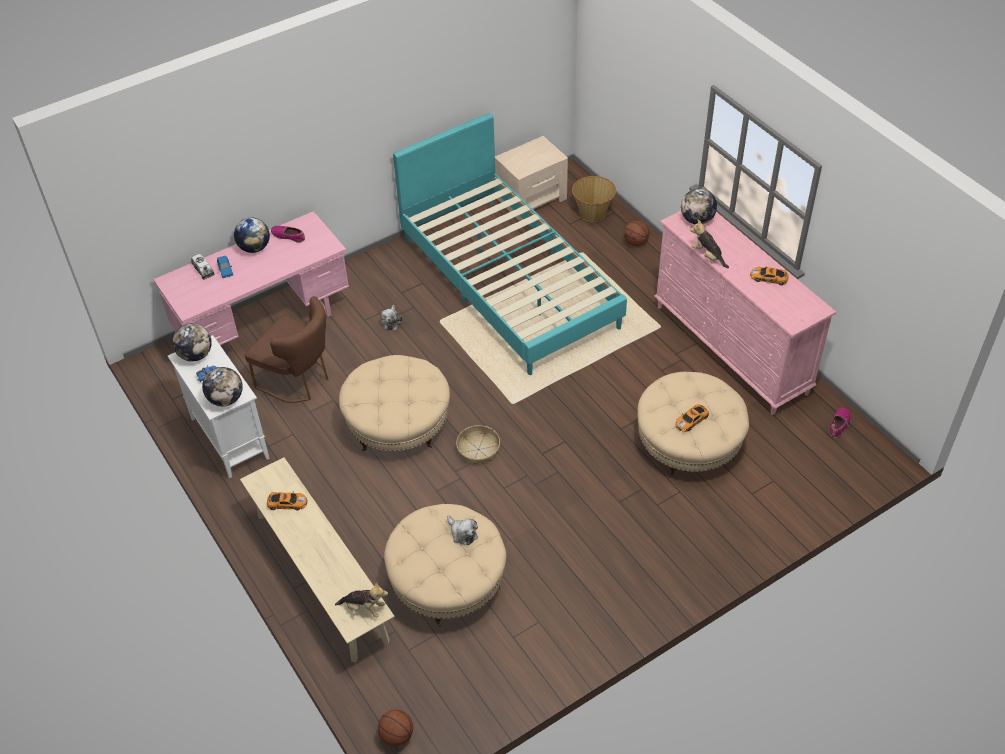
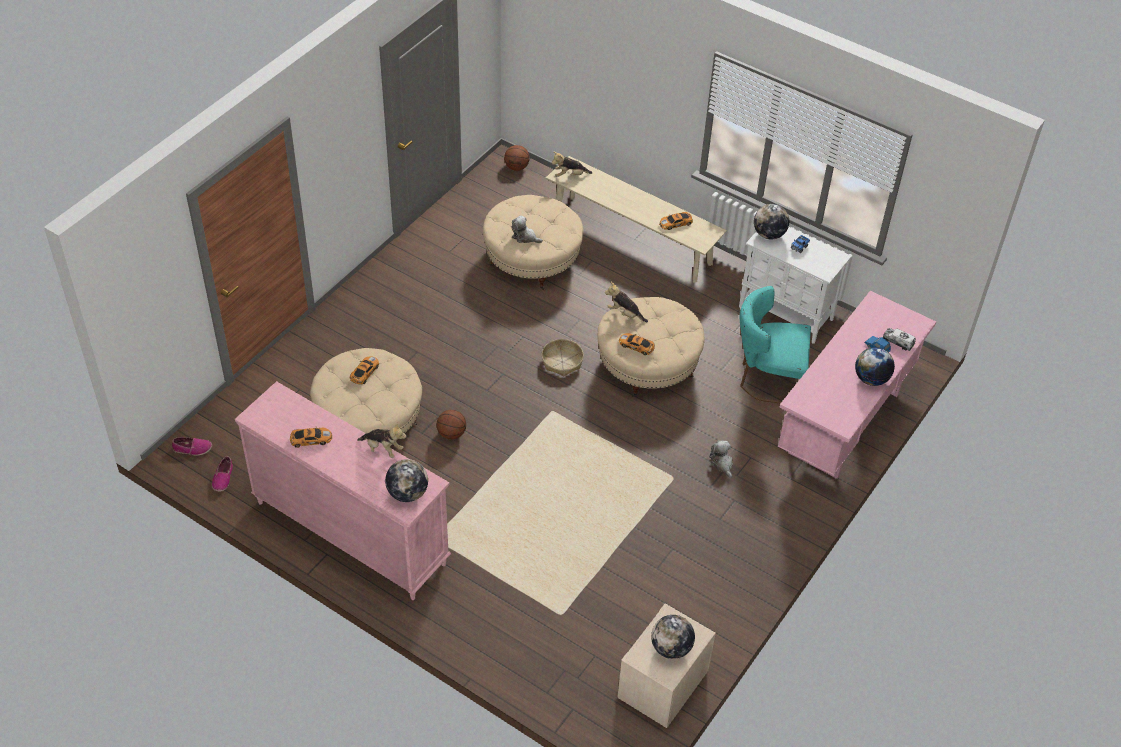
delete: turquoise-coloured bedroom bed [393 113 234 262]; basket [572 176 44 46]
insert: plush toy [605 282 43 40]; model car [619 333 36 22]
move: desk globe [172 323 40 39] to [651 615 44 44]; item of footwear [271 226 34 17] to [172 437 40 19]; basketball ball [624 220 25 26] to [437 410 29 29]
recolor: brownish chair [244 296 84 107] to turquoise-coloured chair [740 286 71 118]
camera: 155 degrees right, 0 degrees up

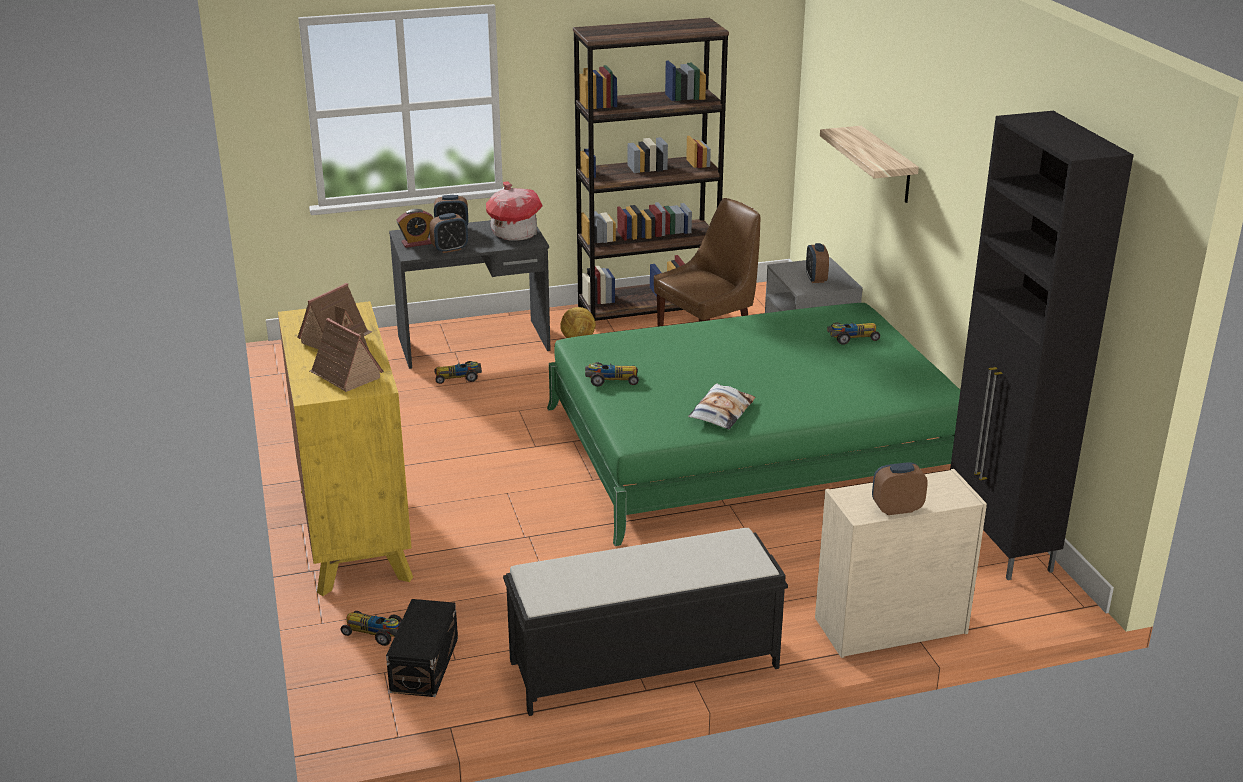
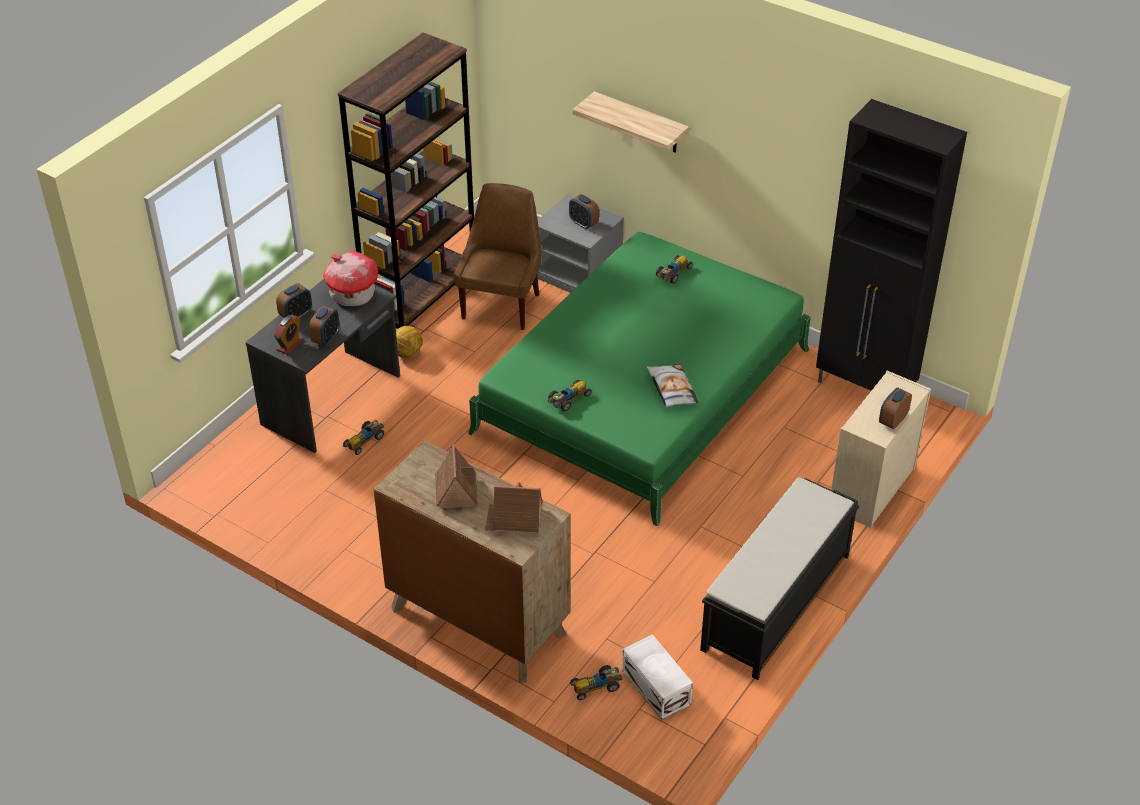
recolor: yellow-coloured drawer chest [278 301 135 295] to brownish drawer chest [374 441 197 242]; black storage bin [386 599 72 98] to white-coloured storage bin [622 634 71 86]
camera: 40 degrees left, 15 degrees up

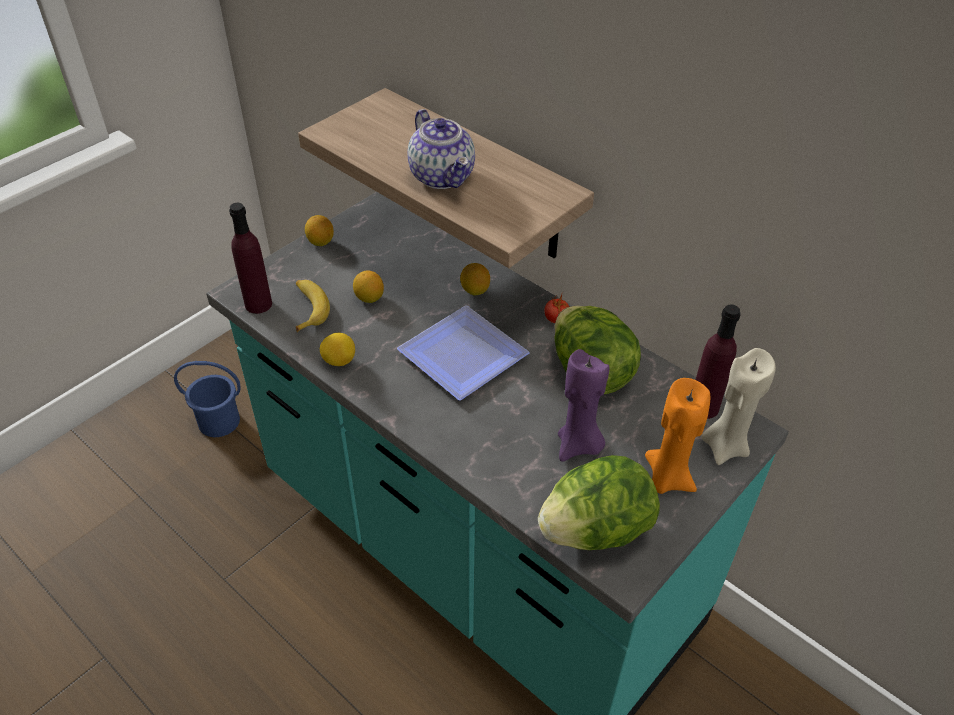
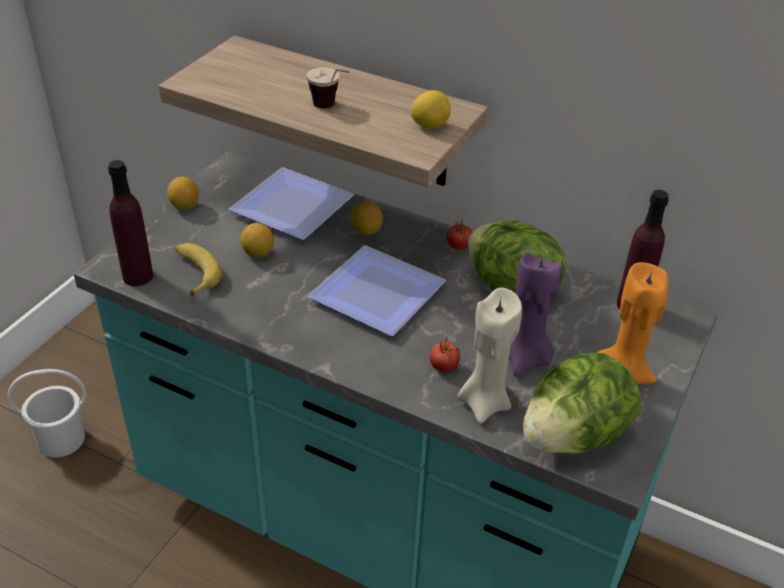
insert: flat dish [229 167 125 73]; whole tomato [430 337 30 35]
move: whole lemon [320 333 35 33] to [411 90 40 38]; beige-coloured wax candle [701 348 75 117] to [458 288 64 136]
replace: teapot [407 109 68 80] to cup [307 67 42 41]
recolor: bluish bucket [174 361 67 76] to white-coloured bucket [8 369 78 89]
camera: 15 degrees left, 5 degrees down

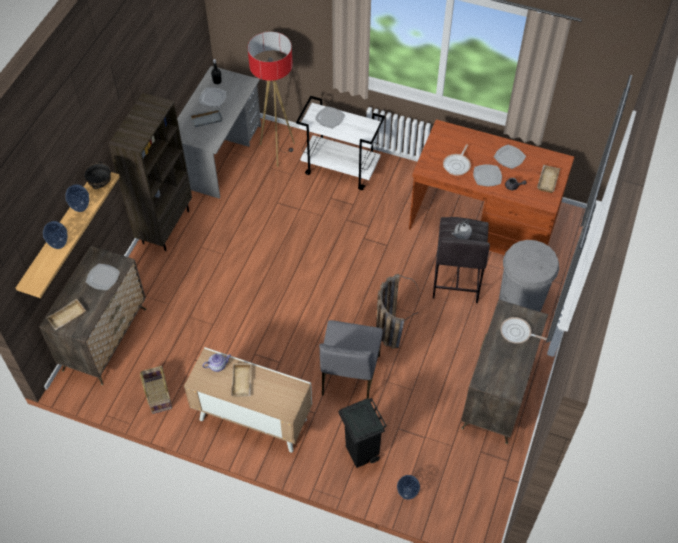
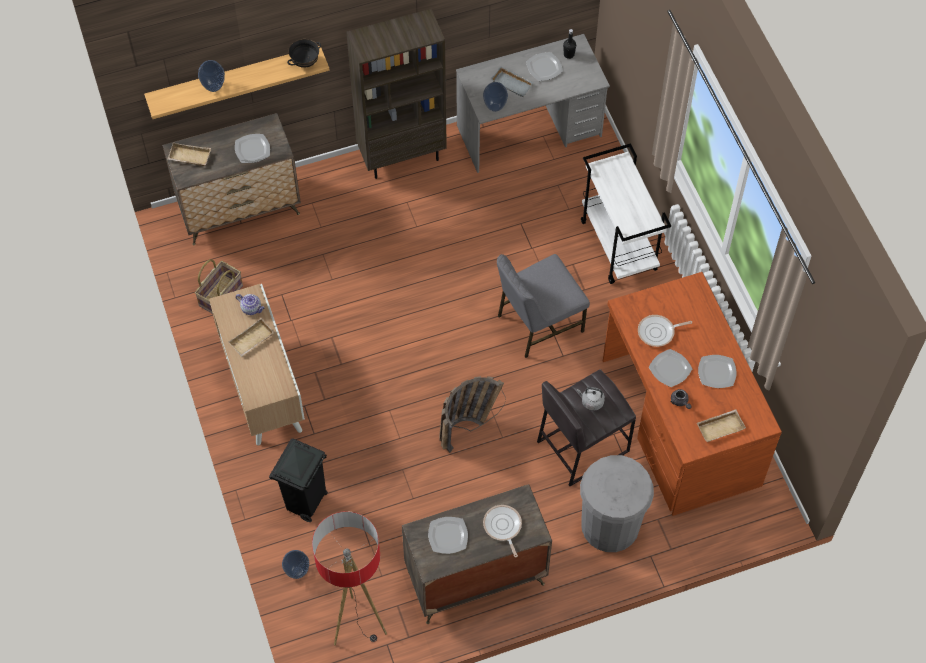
move: vase [65 184 24 28] to [483 82 25 30]; floor lamp [247 32 48 135] to [312 511 75 135]; flat dish [315 106 30 22] to [428 517 40 37]; greyish chair [319 320 64 79] to [497 254 93 104]
camera: 50 degrees right, 5 degrees up

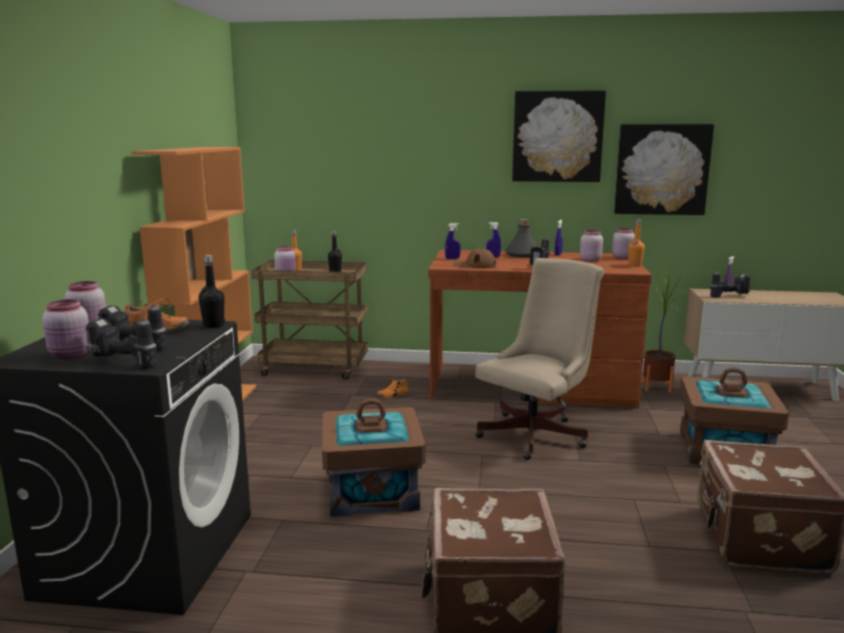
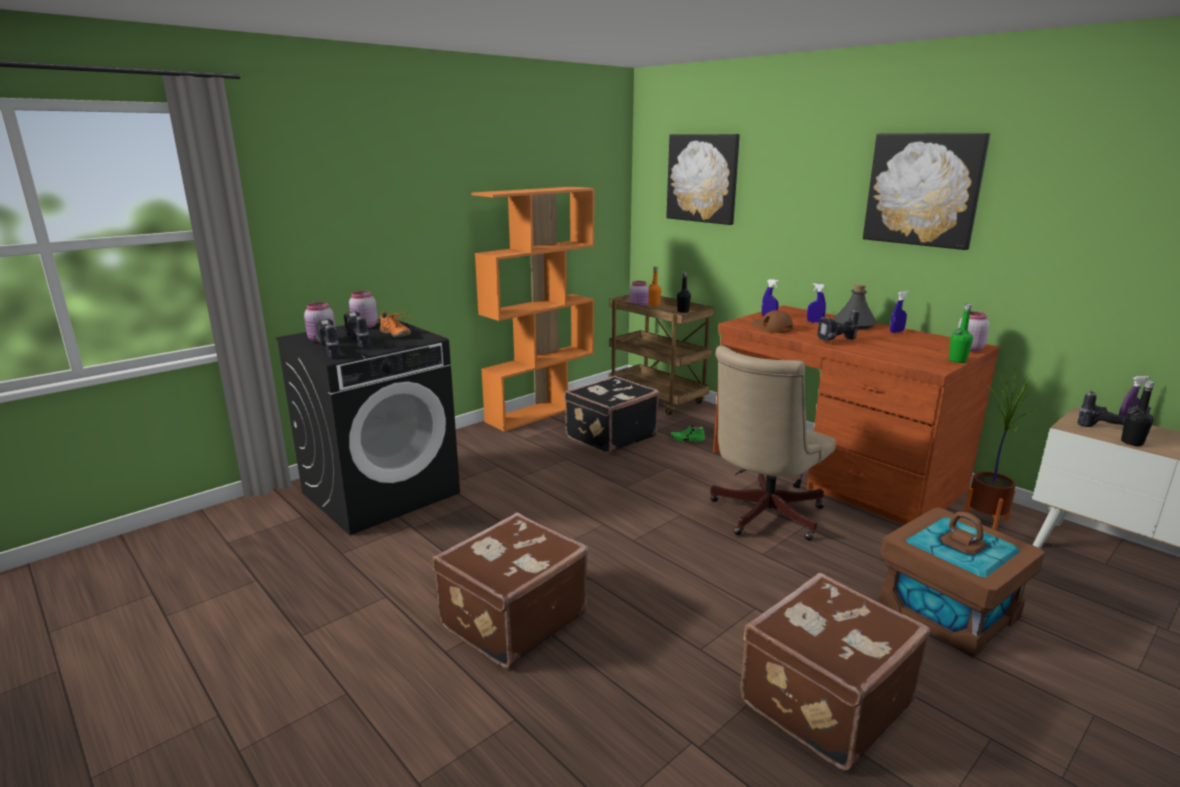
delete: brownish storage bin [322 399 104 118]; pinkish jar [580 230 23 32]
insert: black travel case [564 376 95 78]
move: black drink bottle [199 255 26 73] to [1121 381 34 65]; wall picture [614 124 100 91] to [666 134 74 91]
recolor: orange item of footwear [376 378 32 20] to green-coloured item of footwear [669 425 36 17]; orange drink bottle [628 219 17 48] to green-coloured drink bottle [949 304 24 59]
rotate: beige-coloured computer chair [475 258 129 202] = [710 345 126 196] 135 degrees clockwise
camera: 40 degrees right, 5 degrees up

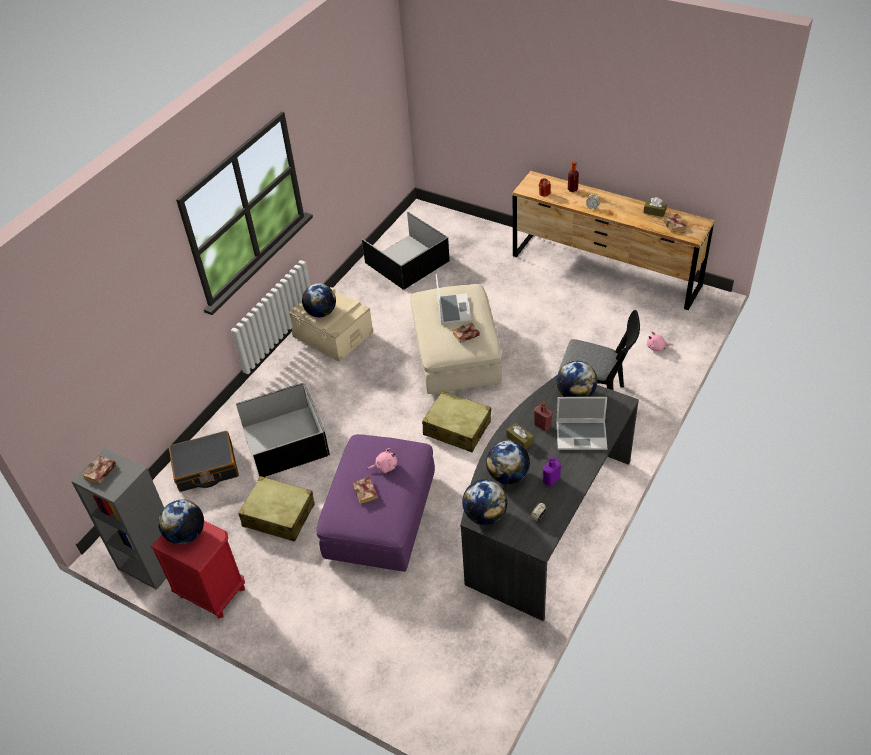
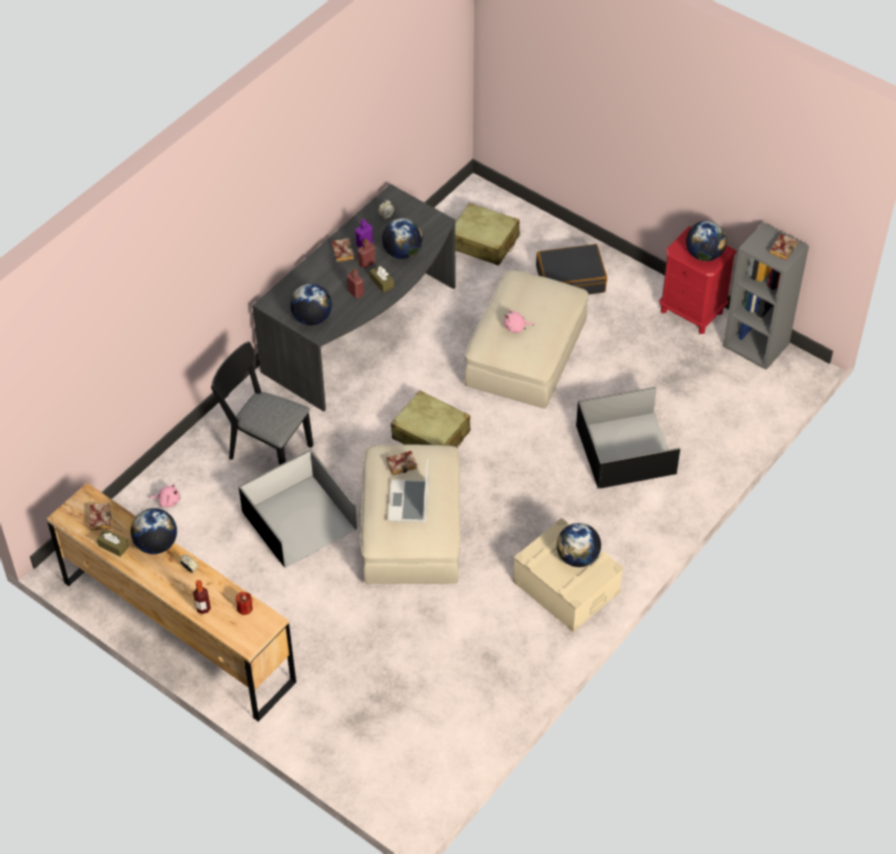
delete: laptop [556 397 51 53]
insert: red-coloured drink bottle [358 239 17 29]
move: black travel case [169 431 70 61] to [536 244 71 51]; beige-coloured travel case [238 476 77 66] to [455 203 65 63]; bound book [352 477 26 27] to [331 238 23 24]; black storage bin [362 212 88 78] to [238 449 119 119]; desk globe [462 479 45 46] to [131 508 46 46]
recolor: purple-coloured pouffe [316 434 119 138] to beige-coloured pouffe [465 270 123 139]
camera: 175 degrees left, 5 degrees up

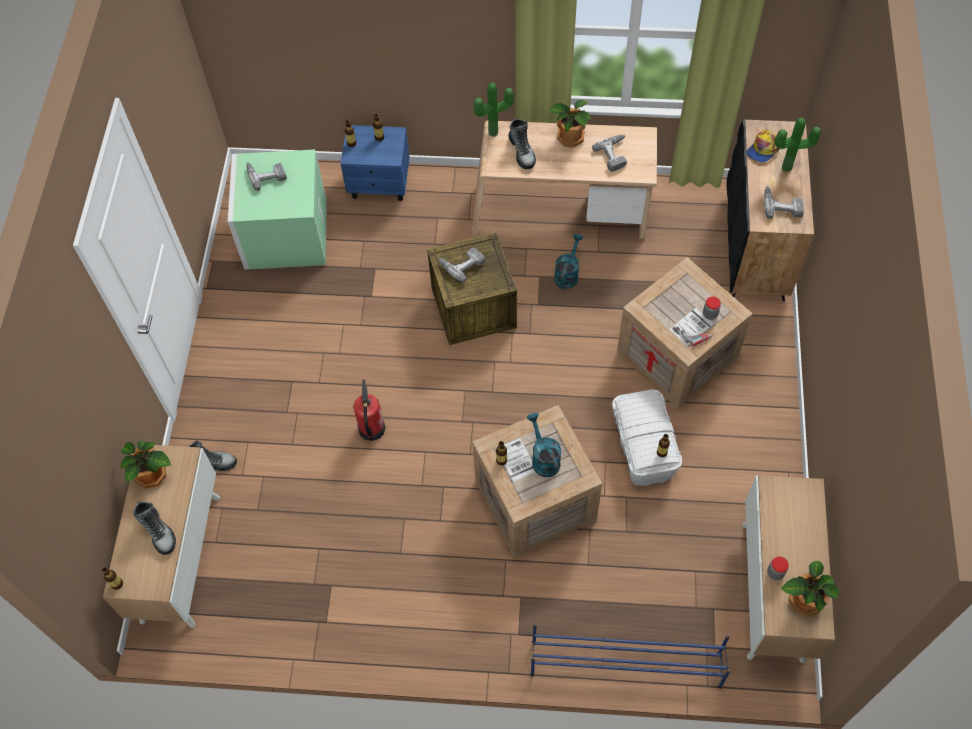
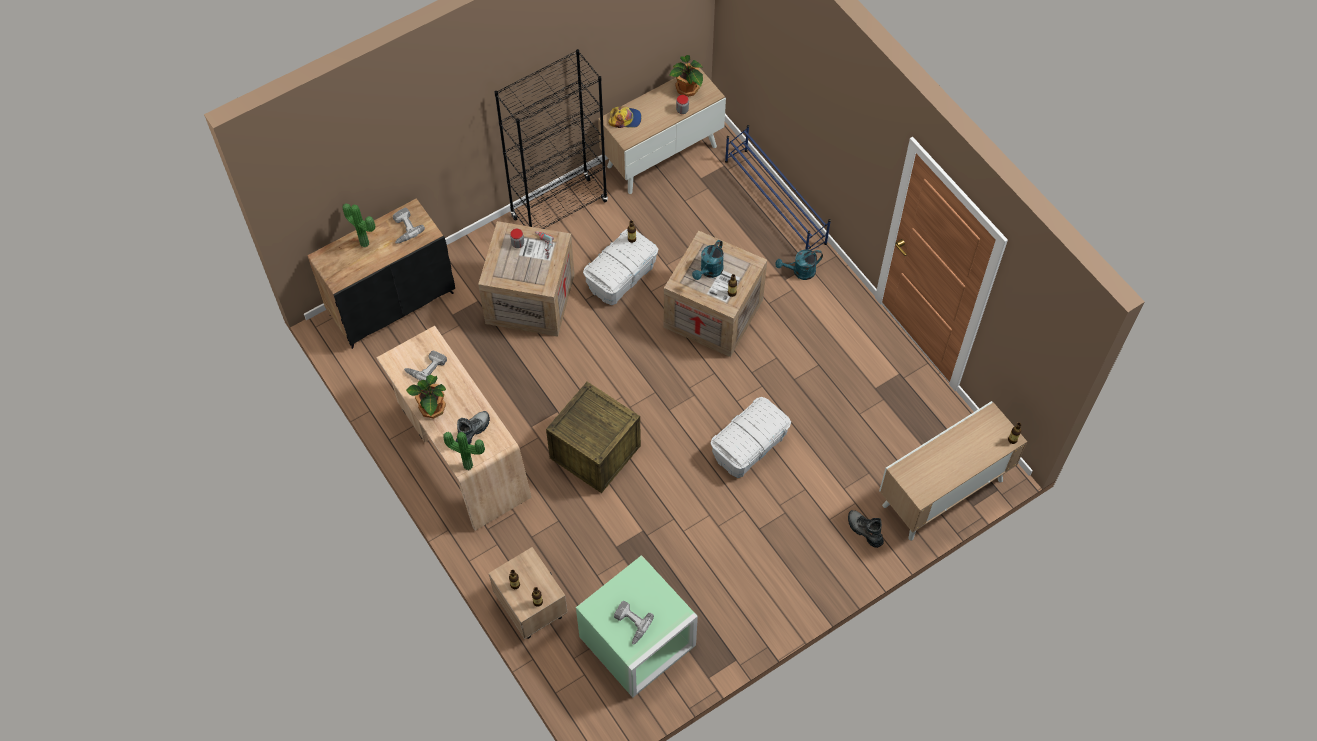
delete: potted plant [120 441 51 48]; high-top boot [133 501 43 54]; power drill [438 248 47 35]
insert: black bookshelf [495 49 113 180]
move: turquoise-coloured watering can [554 234 29 55] to [776 249 47 31]; baseball cap [746 130 33 33] to [608 107 34 21]
replace: extinguisher [353 380 32 61] to white-coloured storage bin [710 397 81 81]
recolor: bluish bedside table [340 125 70 76] to beige-coloured bedside table [489 547 79 92]
camera: 130 degrees left, 0 degrees up

